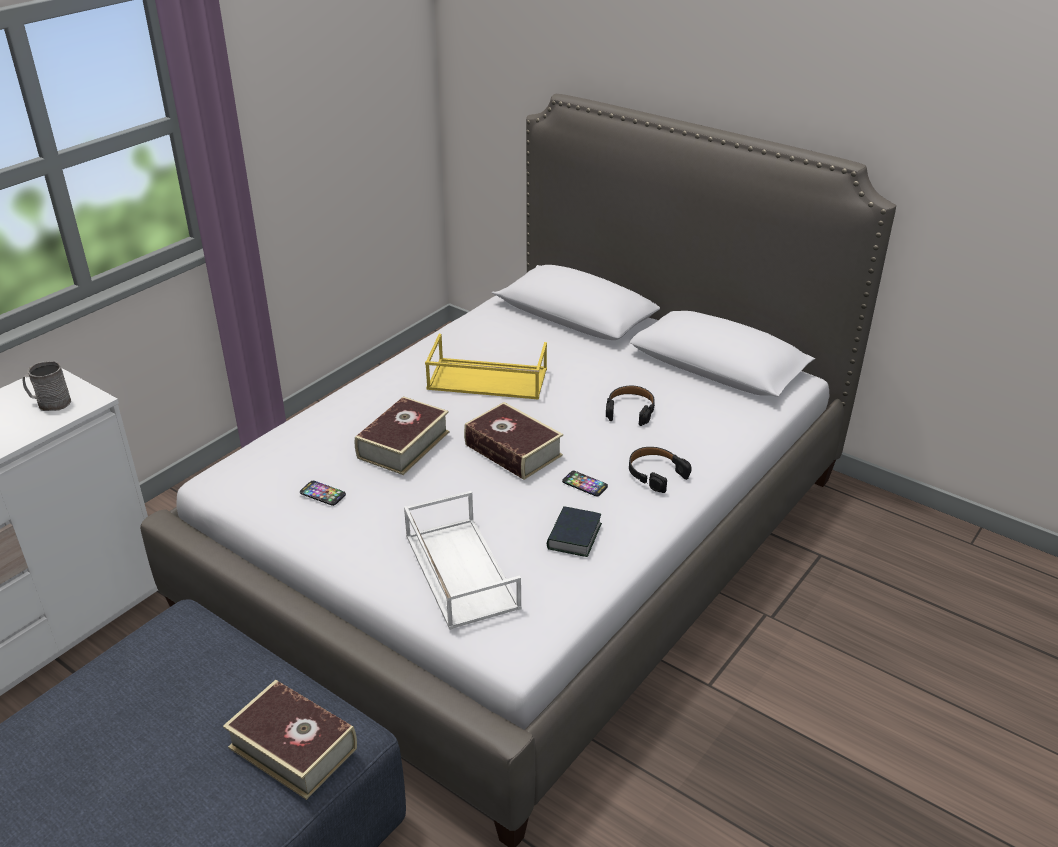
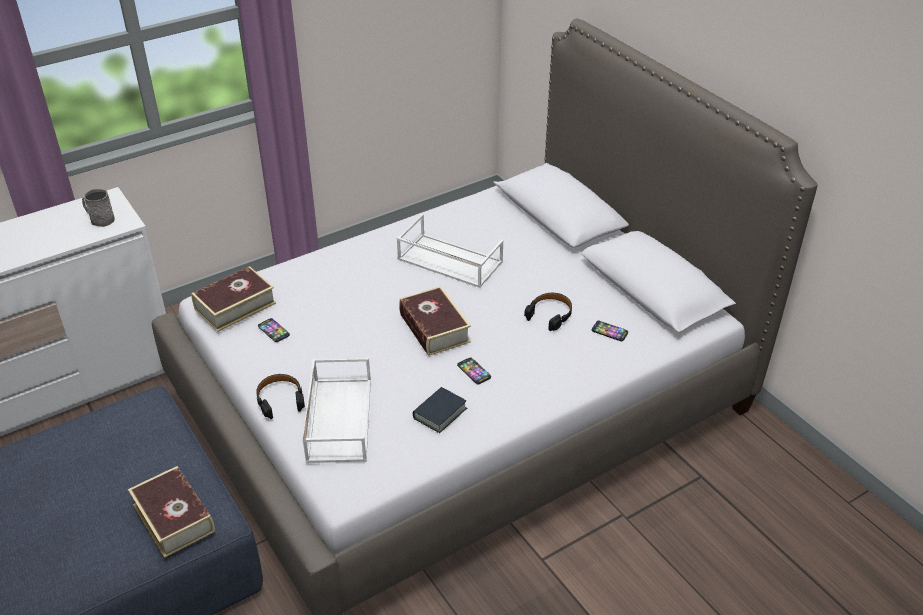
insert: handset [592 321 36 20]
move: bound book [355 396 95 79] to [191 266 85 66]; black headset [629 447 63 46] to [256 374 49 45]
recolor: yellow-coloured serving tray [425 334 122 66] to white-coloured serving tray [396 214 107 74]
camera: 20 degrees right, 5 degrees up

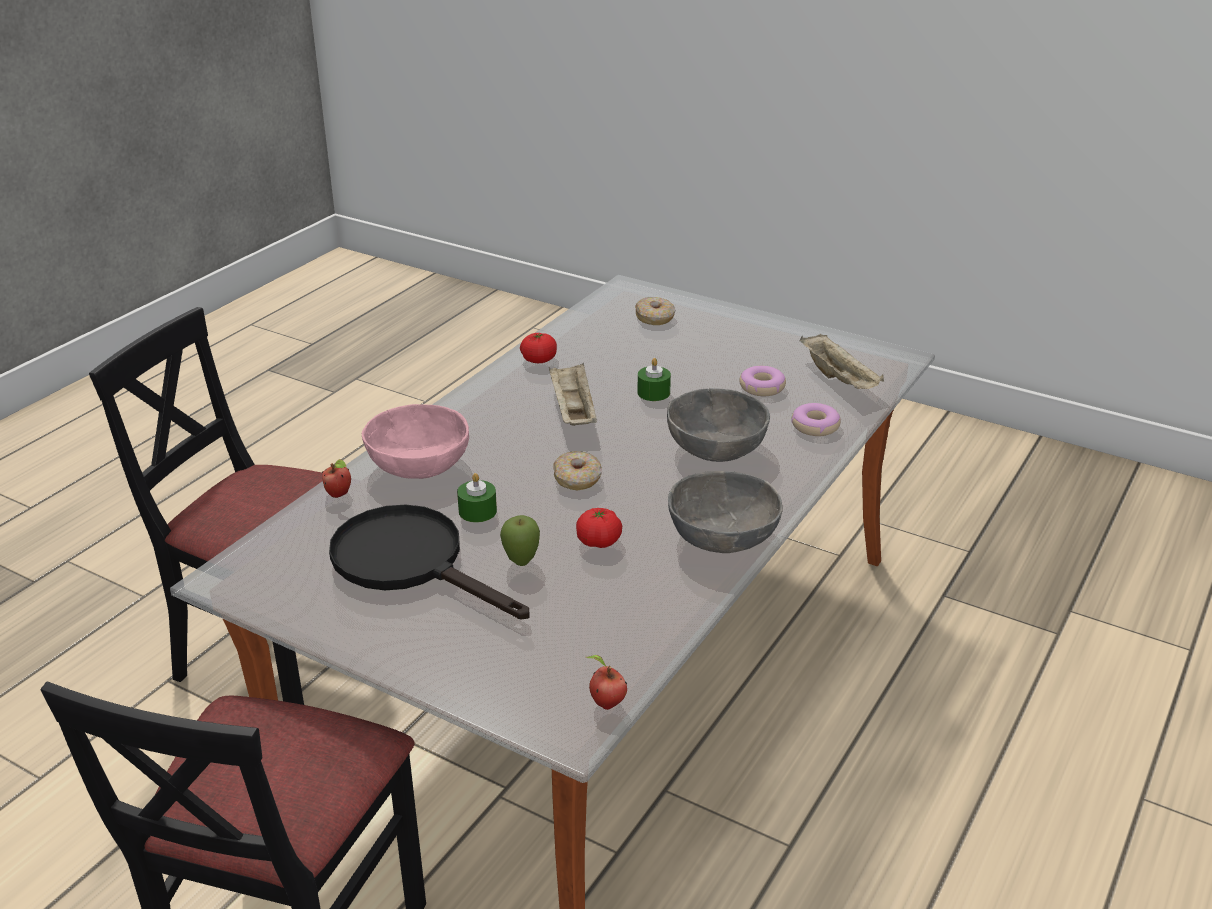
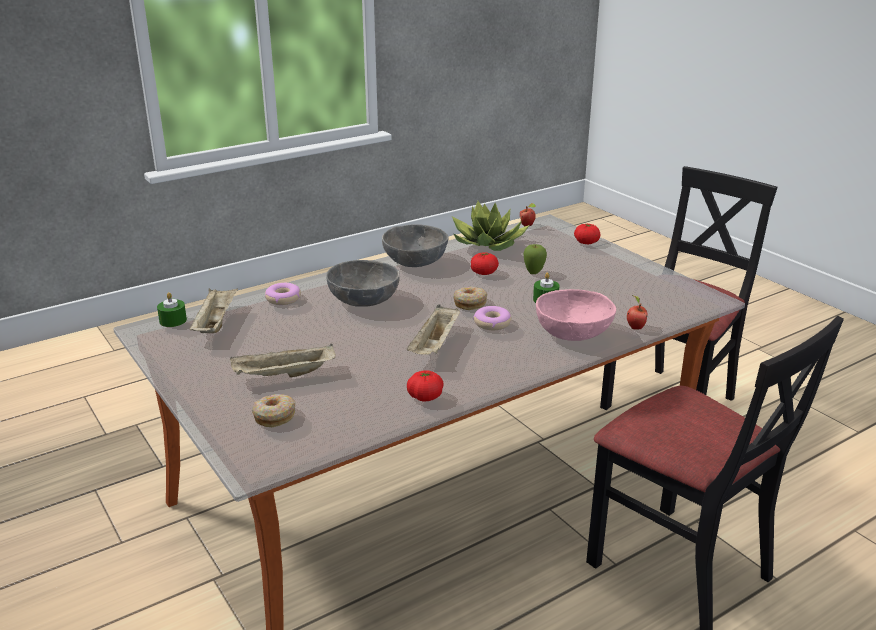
delete: black skillet [329 504 201 115]
insert: beige-coloured serving tray [230 343 106 35]; potted plant [452 201 77 50]; whole tomato [574 224 27 20]
move: green-coloured wax candle [637 358 34 43] to [157 292 30 35]; donut [739 366 47 30] to [473 306 39 24]
camera: 155 degrees left, 5 degrees down

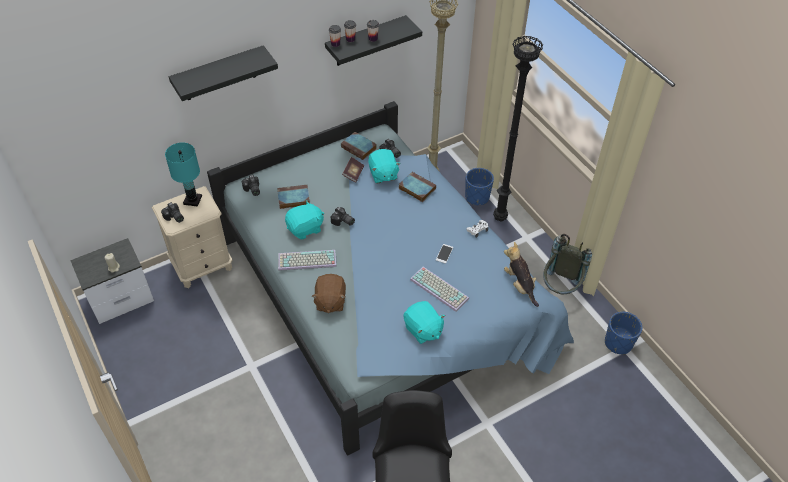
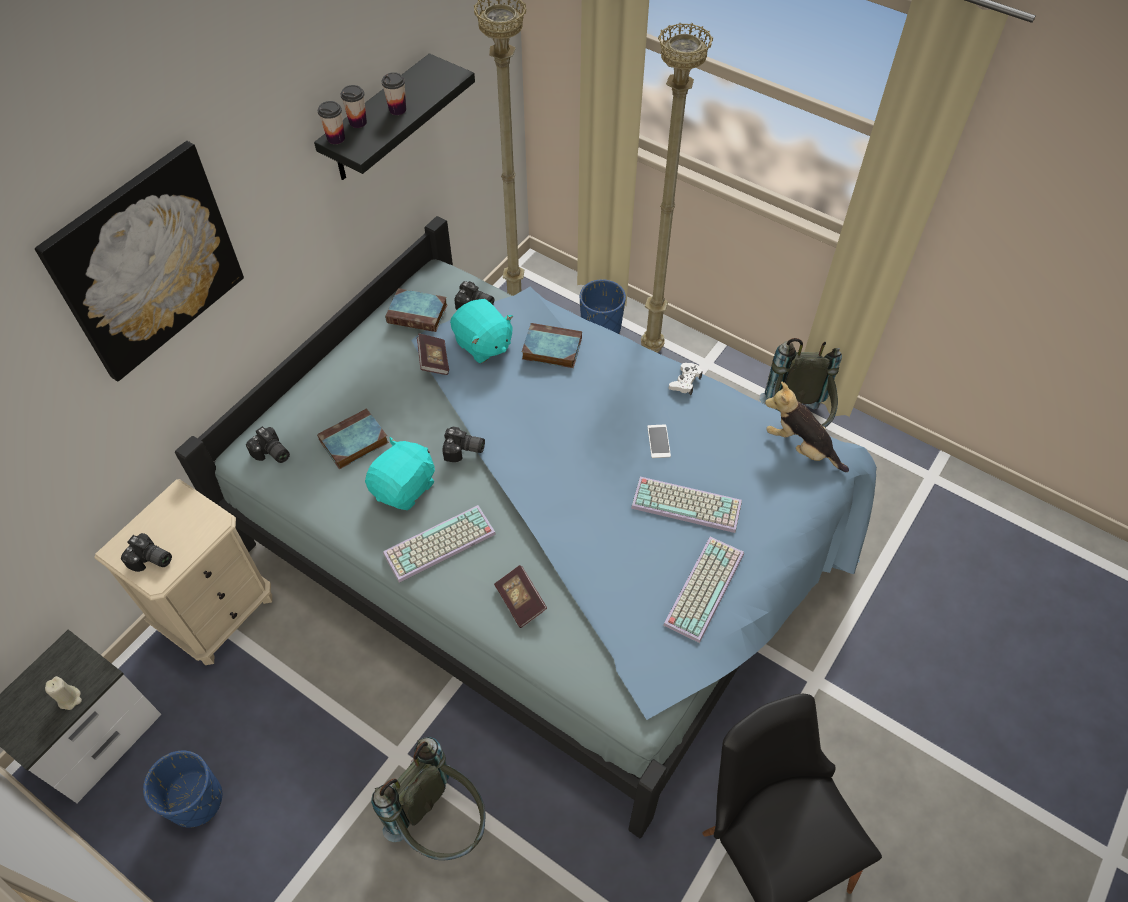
delete: turquoise-coloured lamp for a table [165 142 37 65]
insert: greyish knapsack [371 737 114 124]
move: bluish planter [605 312 37 43] to [143 750 79 78]
replace: black bracket shelf [169 45 109 56] to wall picture [35 141 209 241]; brownish plush toy [311 274 35 39] to bound book [494 565 53 63]; turquoise-coloured plush toy [403 301 42 43] to PC keyboard [663 537 81 106]
recolor: black floor lamp [493 35 50 186] to beige-coloured floor lamp [641 22 72 331]
camera: 25 degrees left, 5 degrees up

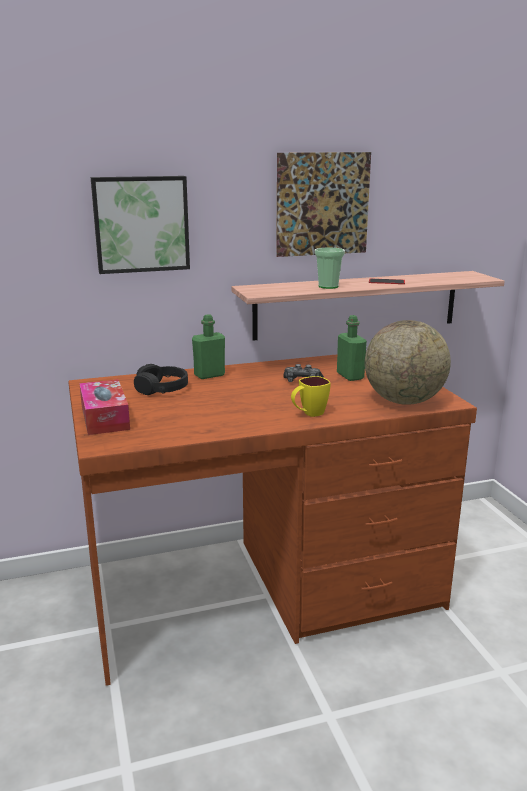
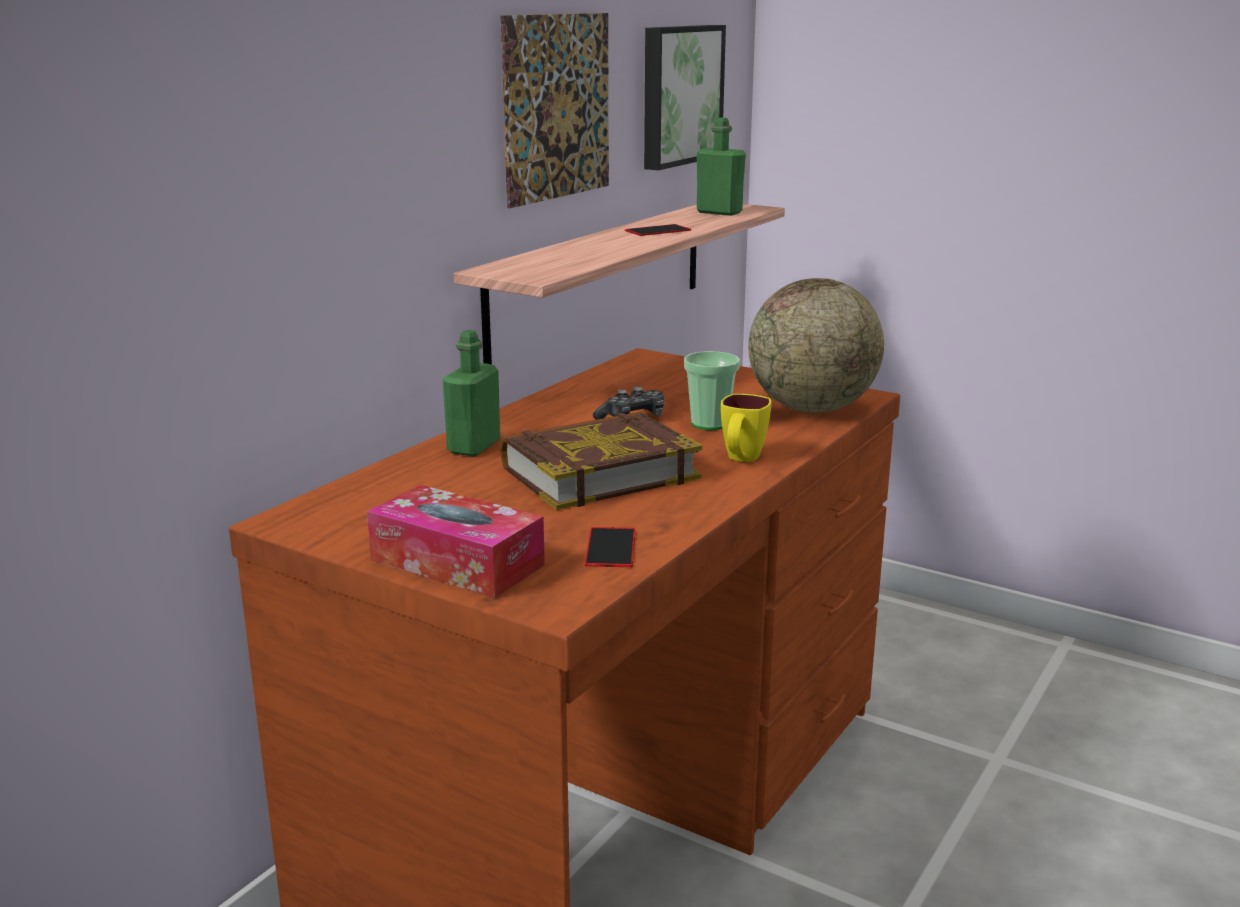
delete: black headset [134 364 54 31]
insert: bound book [500 412 202 98]; handset [585 527 51 40]
move: wall picture [91 176 99 98] to [644 25 82 145]; cup [315 248 30 41] to [684 351 56 79]; green-coloured drink bottle [337 315 30 66] to [697 118 49 98]
camera: 40 degrees left, 0 degrees up

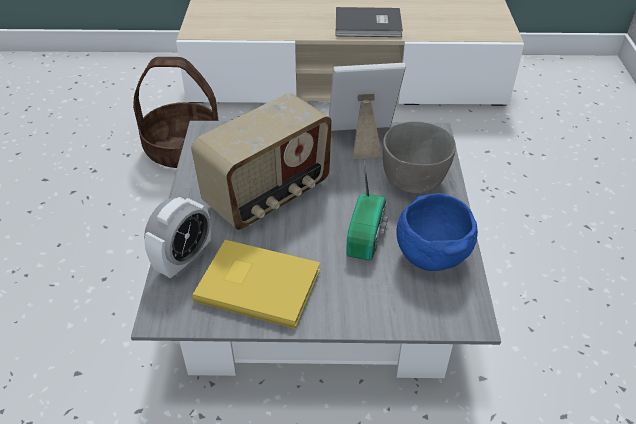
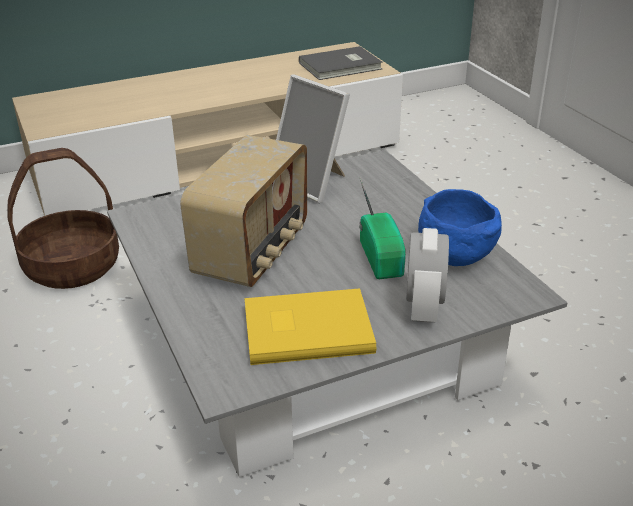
delete: greyish bowl [383 121 73 72]
move: alarm clock [144 197 67 81] to [406 228 43 95]; greyish bound book [335 7 68 30] to [299 46 84 34]
rotate: photo frame [329 63 77 96] = [276 74 74 129] 105 degrees counterclockwise
camera: 25 degrees left, 10 degrees down

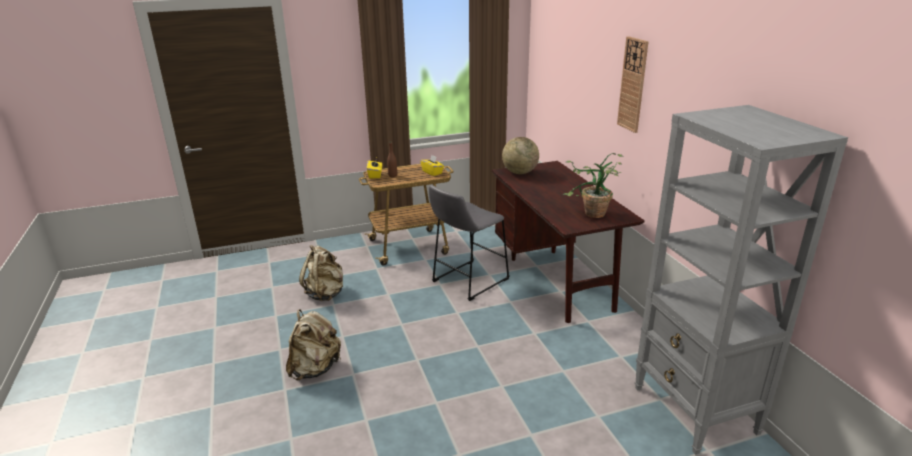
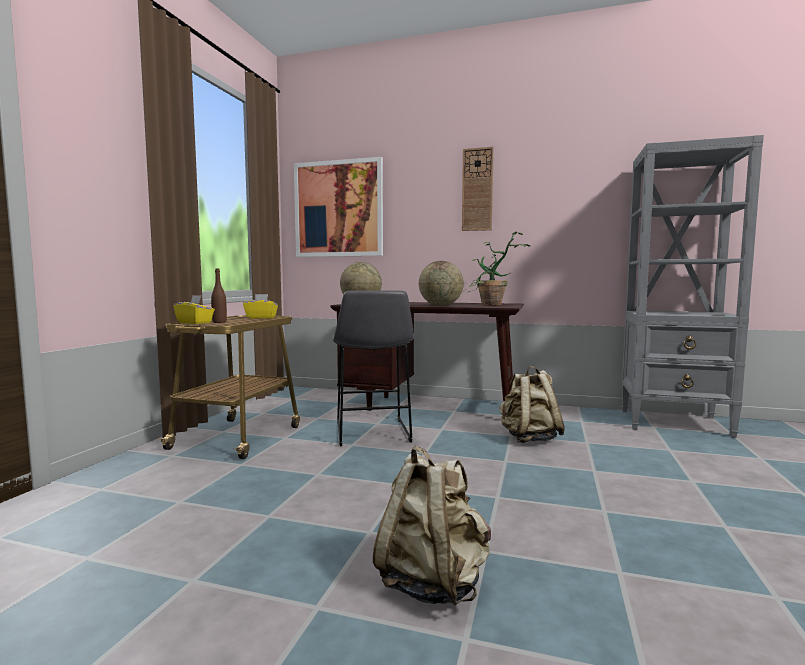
insert: wall picture [294 157 89 100]; desk globe [419 261 45 45]
move: beige-coloured knapsack [299 245 44 56] to [499 366 66 77]
camera: 55 degrees left, 20 degrees down

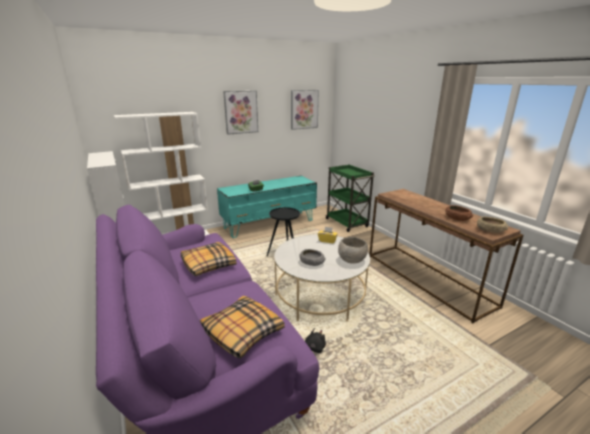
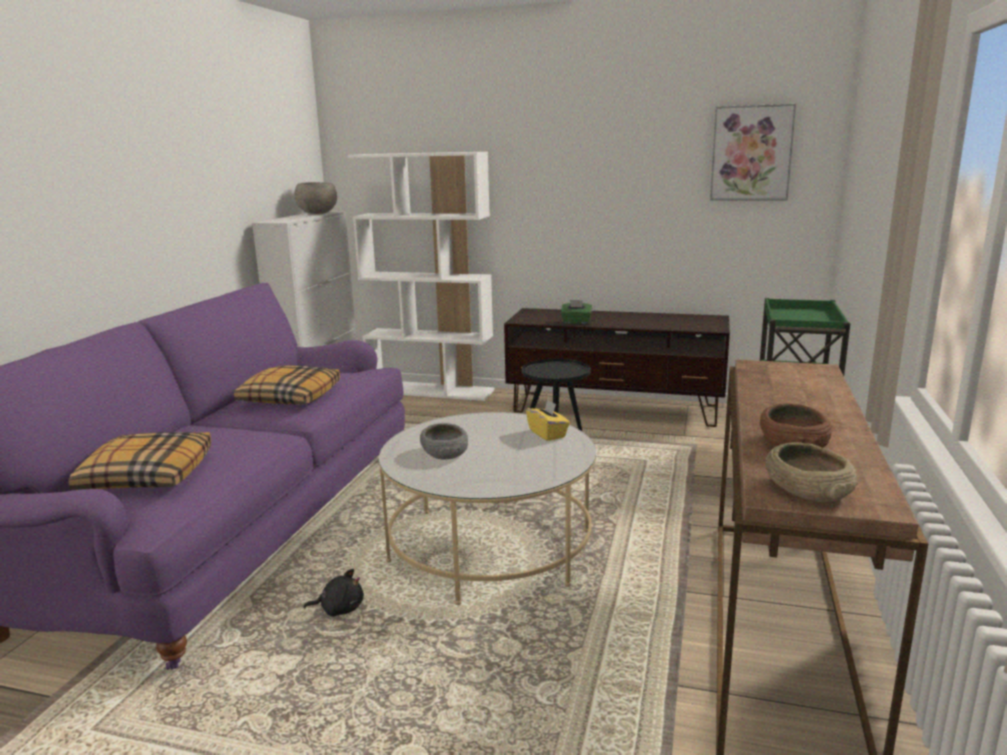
delete: wall picture [223 91 35 44]
move: greyish bowl [338 237 30 27] to [295 182 42 32]
recolor: turquoise-coloured tv stand [217 176 100 62] to brownish tv stand [504 308 226 119]
camera: 45 degrees right, 5 degrees down

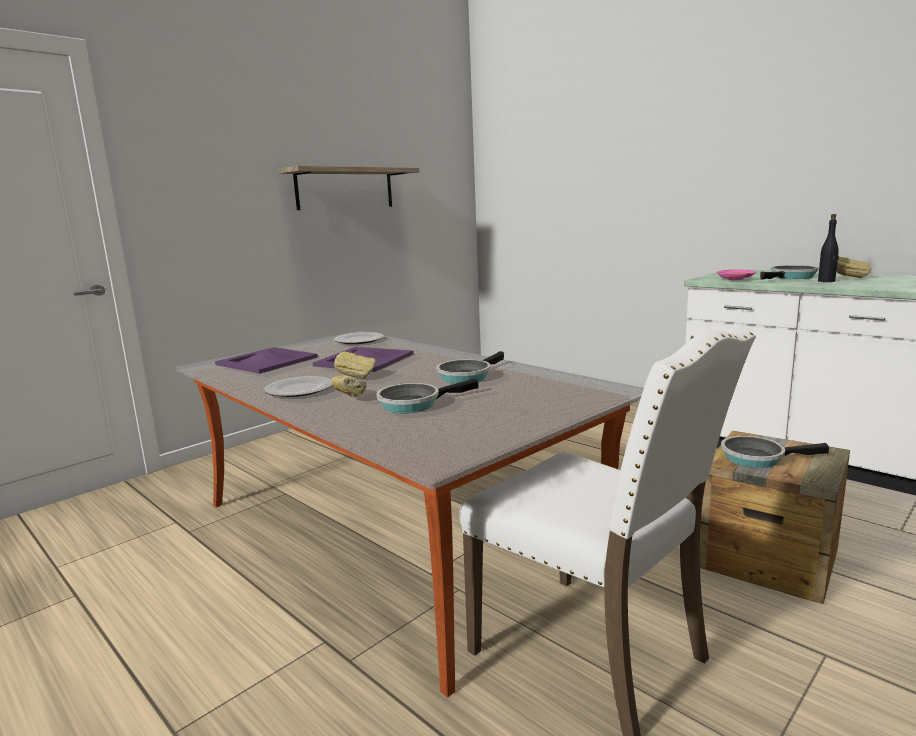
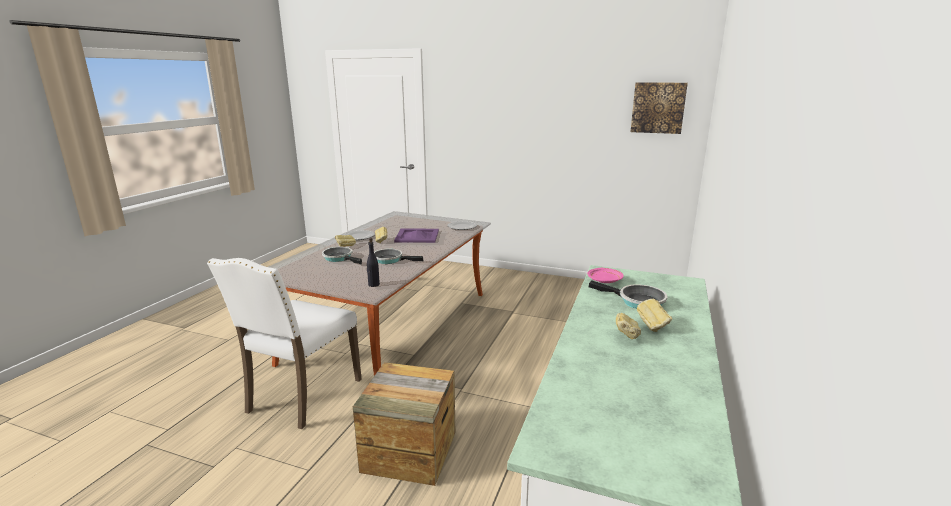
delete: purple-coloured serving tray [215 347 103 27]; bracket shelf [279 166 140 44]; skillet [721 436 108 32]
insert: bakery bread [616 313 25 26]; wall picture [631 82 57 52]
move: black drink bottle [818 214 21 68] to [367 238 13 49]
camera: 65 degrees right, 5 degrees up

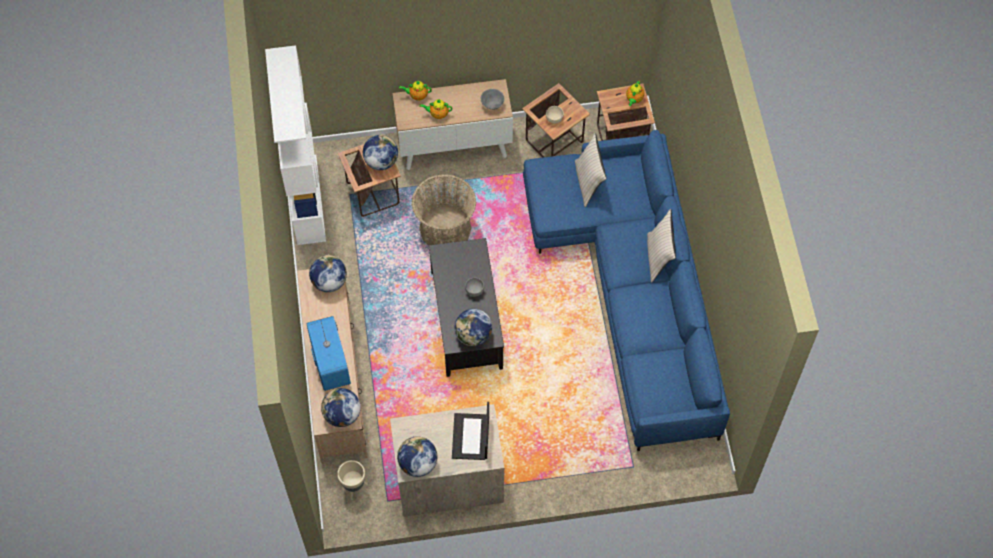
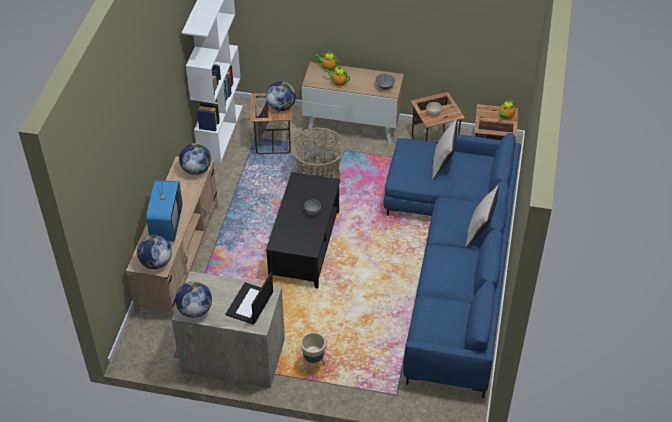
delete: desk globe [455 309 37 37]
move: beige-coloured planter [337 460 30 40] to [301 332 25 41]
camera: 20 degrees right, 15 degrees down

